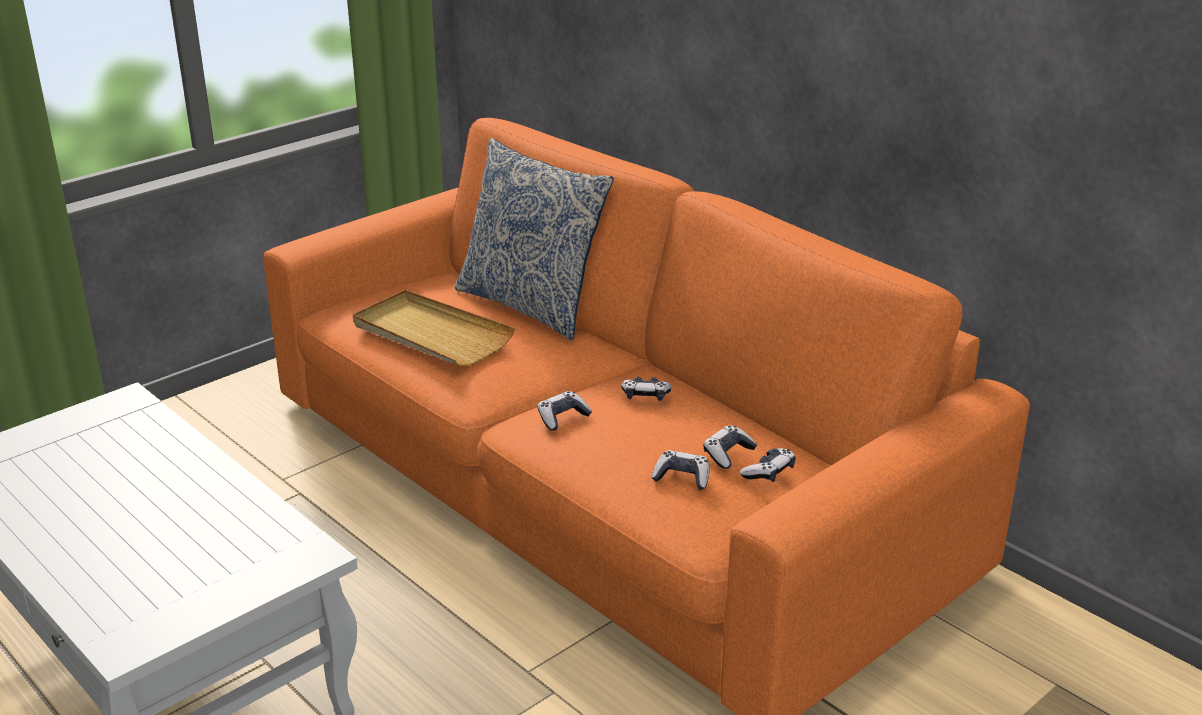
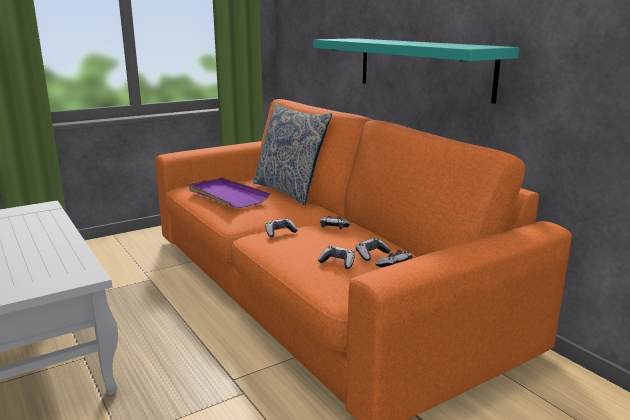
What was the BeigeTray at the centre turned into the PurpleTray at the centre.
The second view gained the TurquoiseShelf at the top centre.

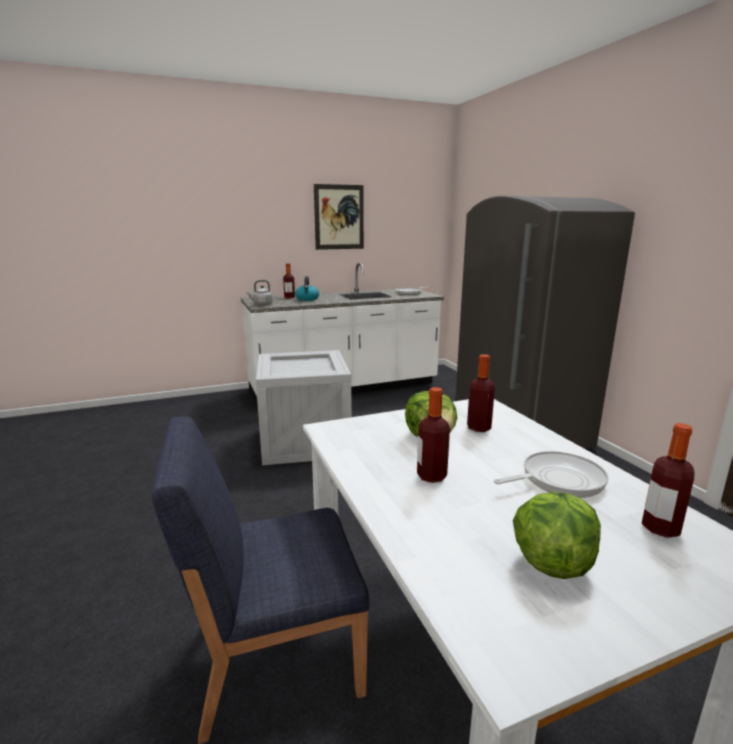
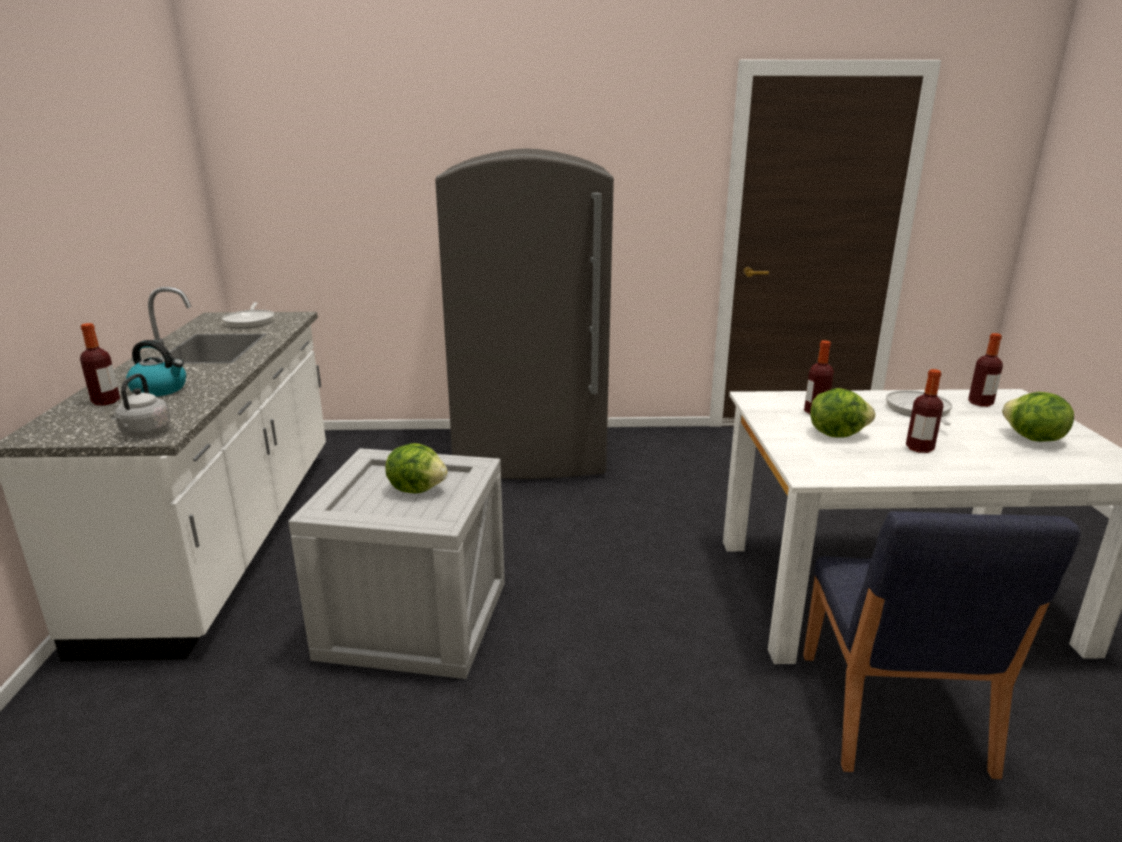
The second view lost the Picture at the top centre.
The second view gained the Lettuce (no. 1 from left) at the centre.

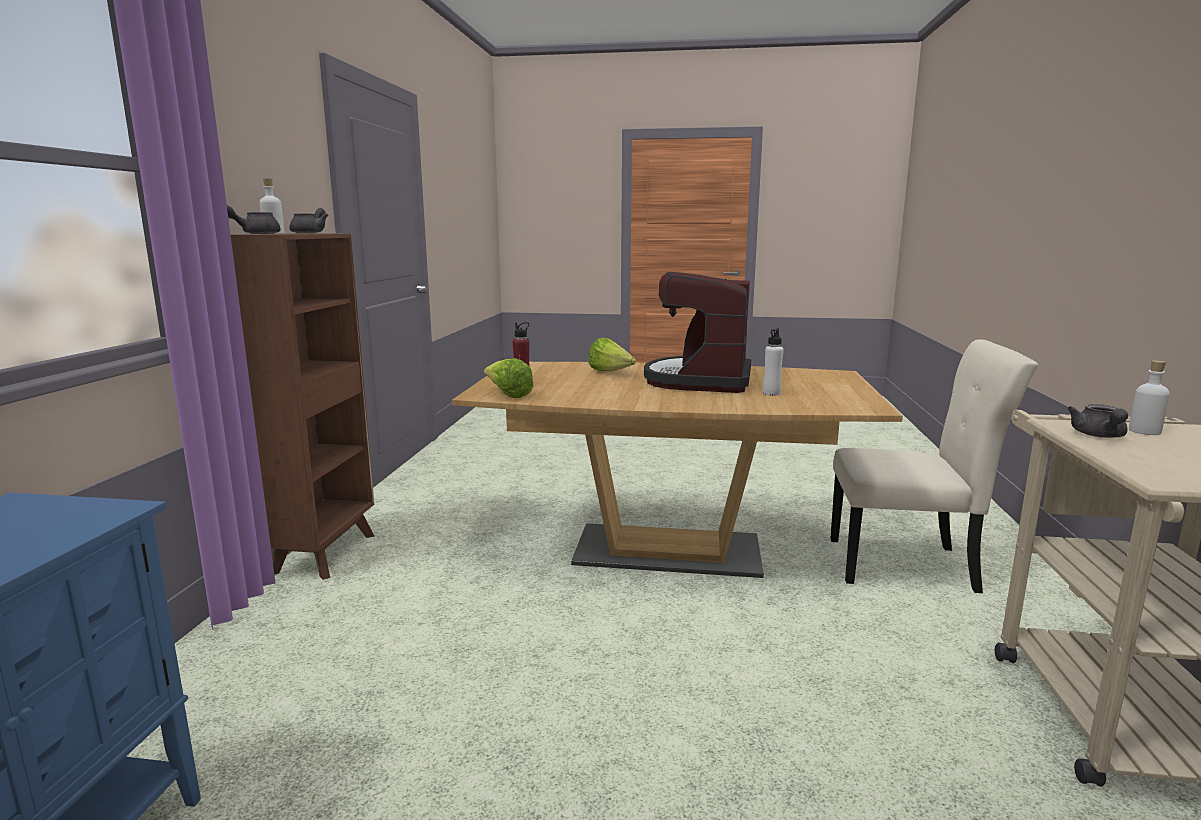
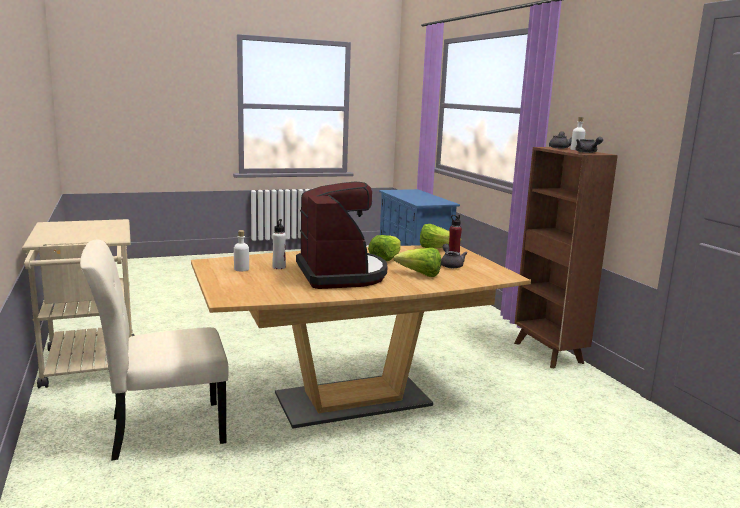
The GreyTeapot (no. 3 from left in the first image) ended up elsewhere, having gone from the middle right to the centre.
The WhiteBottle (no. 3 from left in the first image) ended up elsewhere, having gone from the middle right to the middle left.
The second view gained the Lettuce (no. 1 from left) at the centre.

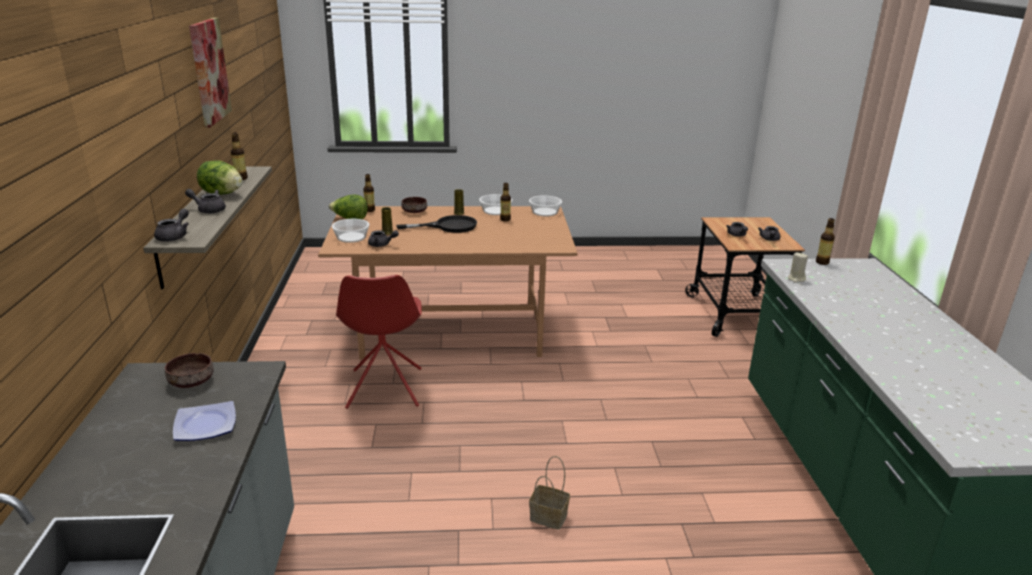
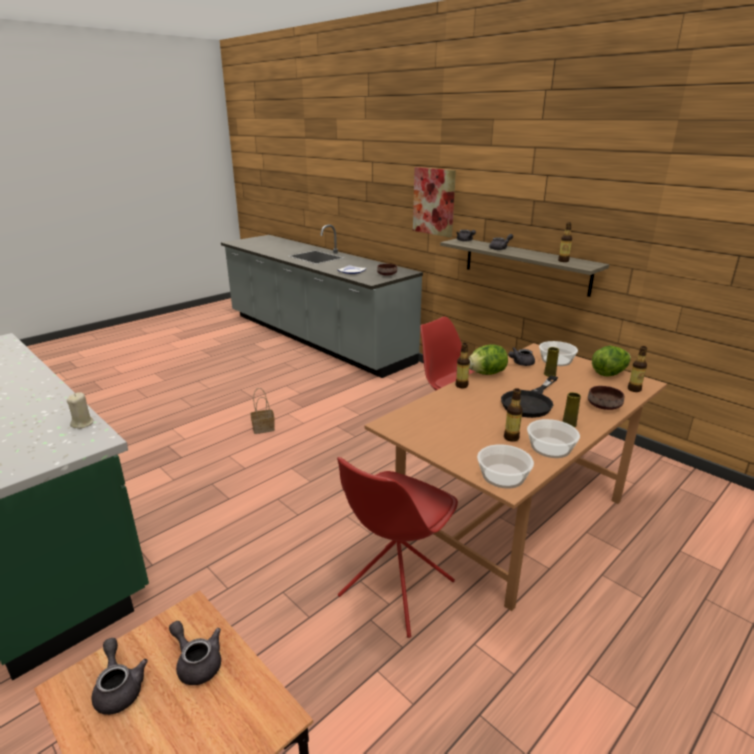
The Picture ended up elsewhere, having gone from the top left to the top centre.
The Lettuce (no. 1 from left) ended up elsewhere, having gone from the top left to the centre.
The Bottle (no. 4 from left in the first image) ended up elsewhere, having gone from the middle right to the centre.
The second view gained the RedChair (no. 1 from left) at the bottom centre.

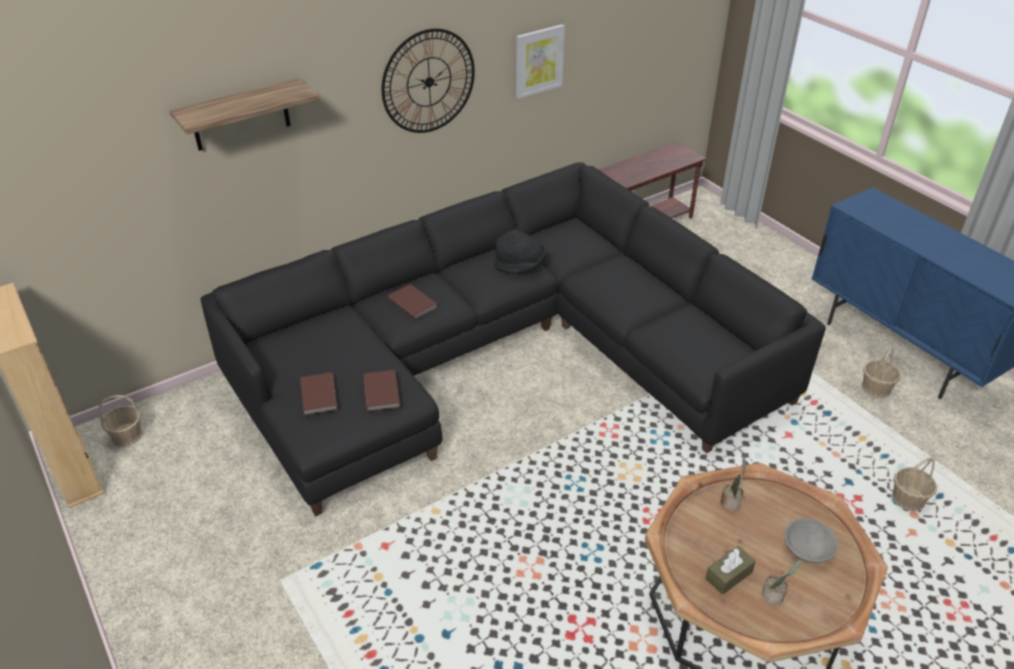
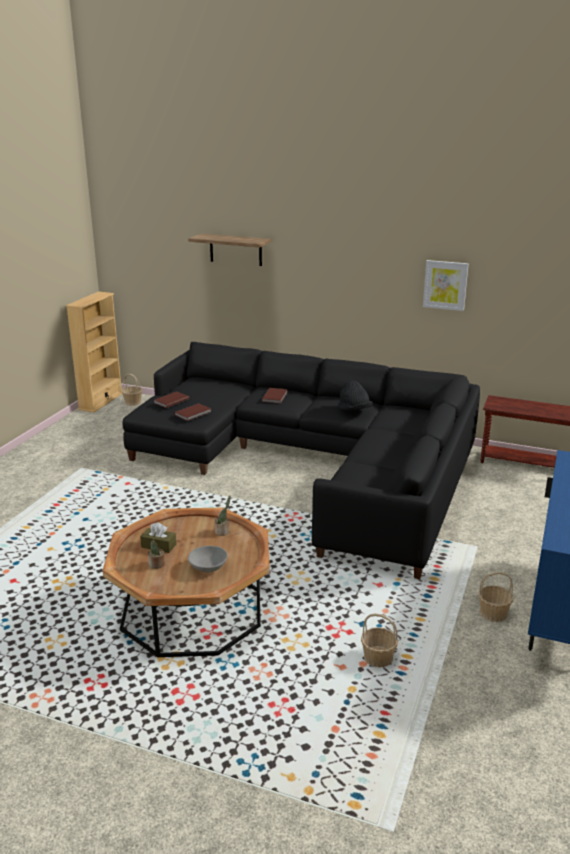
The second view lost the WallClock at the top centre.

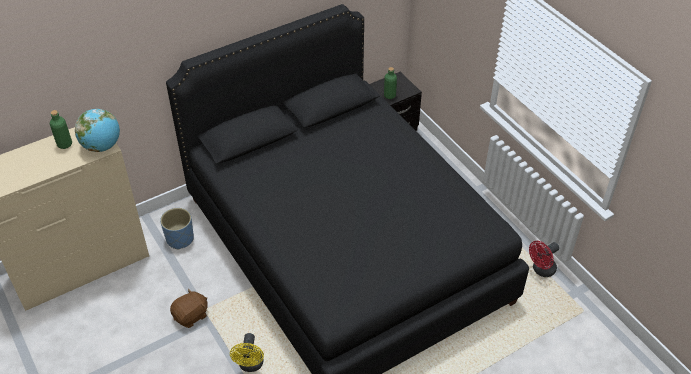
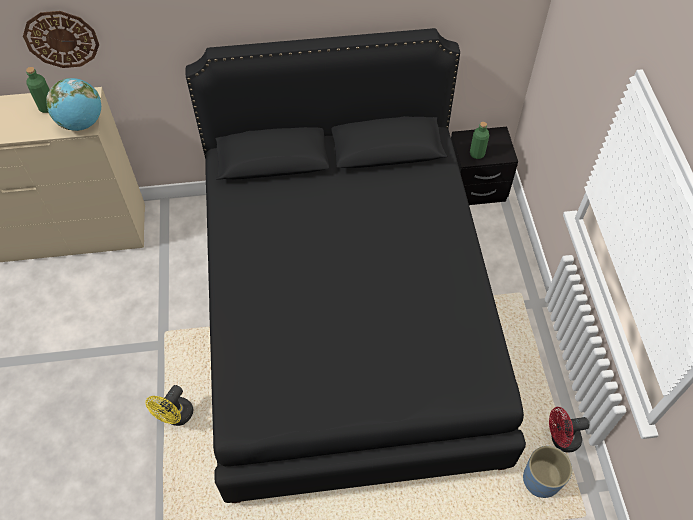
The BluePlanter ended up elsewhere, having gone from the middle left to the bottom right.
The second view lost the BrownPlushToy at the bottom left.
The second view gained the WallClock at the top left.

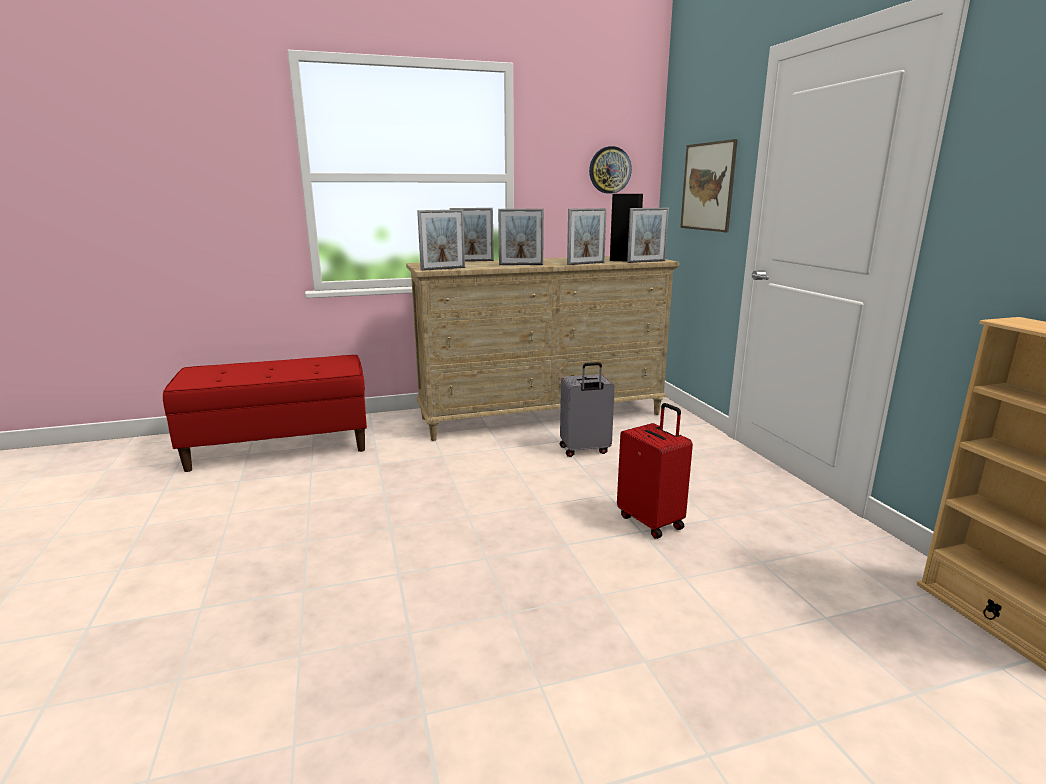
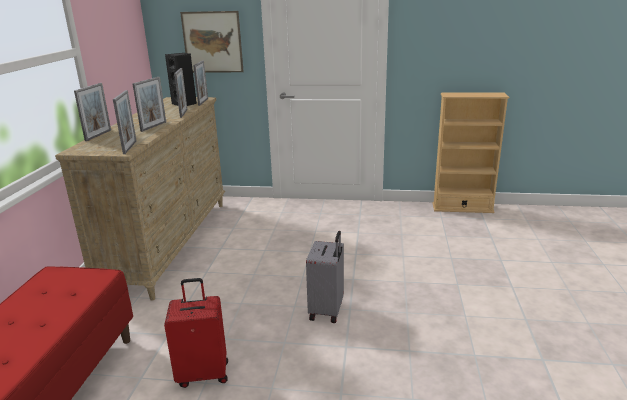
The GreySuitcase ended up elsewhere, having gone from the centre to the bottom centre.
The second view lost the WallClock at the top centre.
The RedSuitcase ended up elsewhere, having gone from the centre to the bottom left.

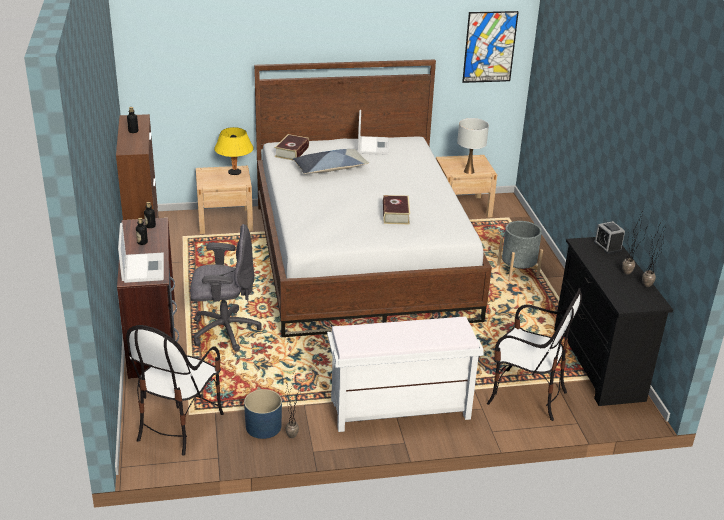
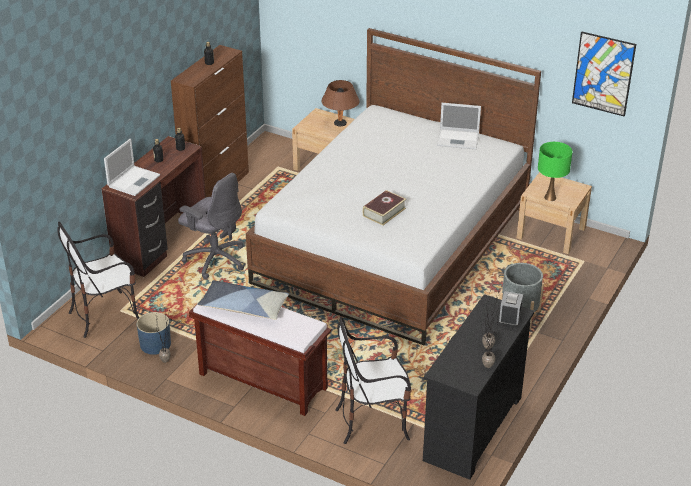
What was the YellowTableLamp at the top left turned into the BrownTableLamp at the top centre.
The second view lost the Book (no. 1 from left) at the top centre.
The Pillow ended up elsewhere, having gone from the top centre to the centre.
What was the WhiteBench at the bottom centre turned into the BrownBench at the bottom centre.
The Laptop (no. 2 from left) at the top centre ended up facing another way, 60 degrees clockwise from before.
What was the WhiteTableLamp at the top centre turned into the GreenTableLamp at the middle right.
The Chair (no. 2 from left) at the bottom right ended up facing another way, 105 degrees clockwise from before.

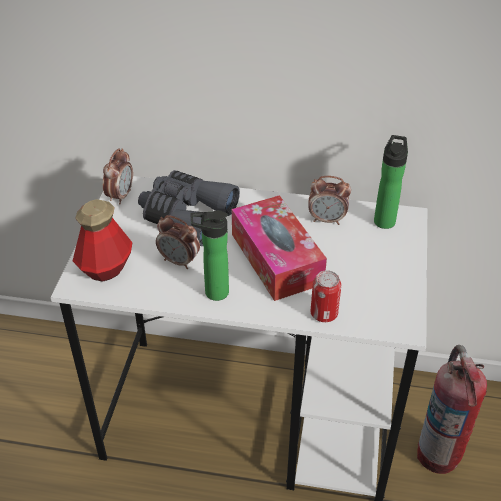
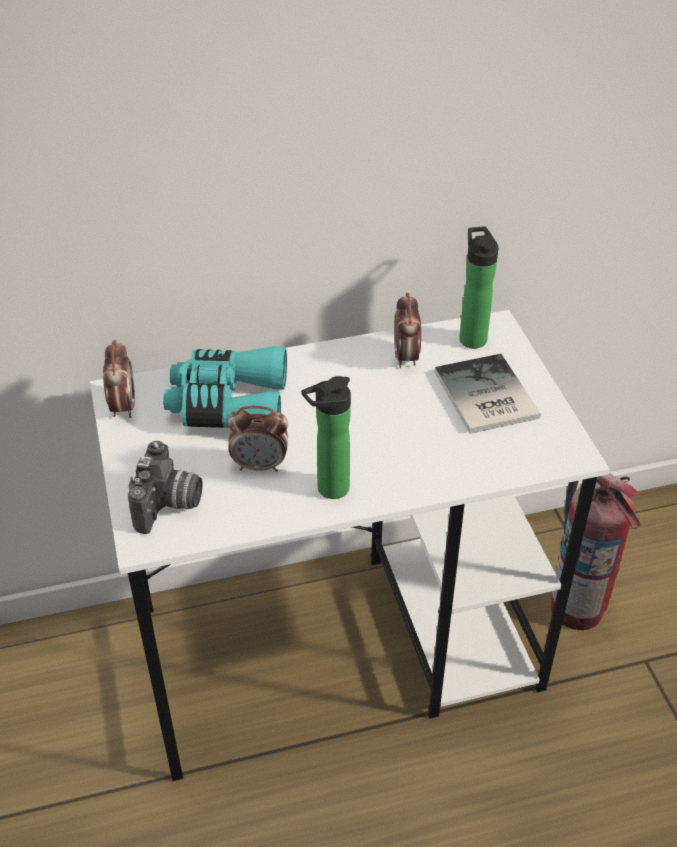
Where the Bottle (no. 1 from left) stood at the middle left, the PhotoCamera came to stand at the middle left.
What was the GreyBinoculars at the centre turned into the TurquoiseBinoculars at the middle left.
The second view lost the TissueBox at the centre.
The AlarmClock (no. 3 from left) at the centre ended up facing another way, 105 degrees clockwise from before.
The second view lost the Can at the centre.
The second view gained the Book at the middle right.

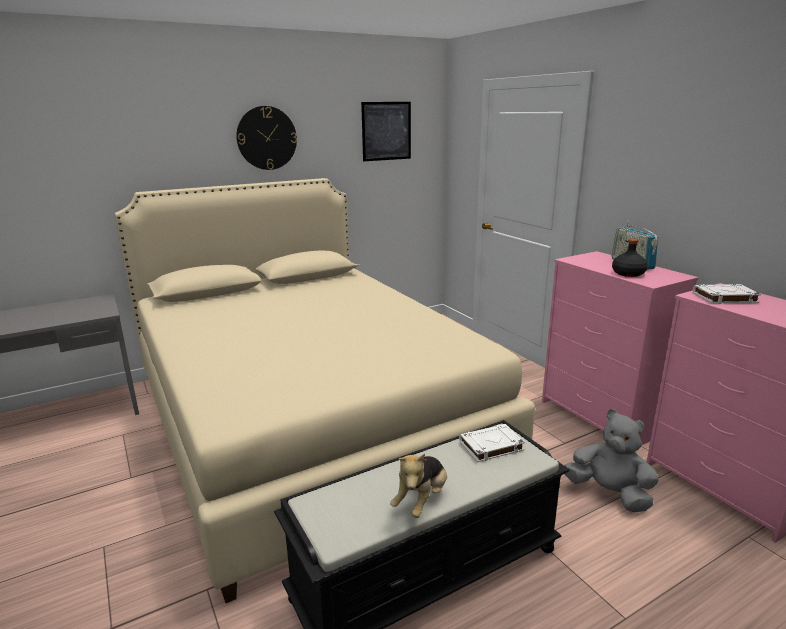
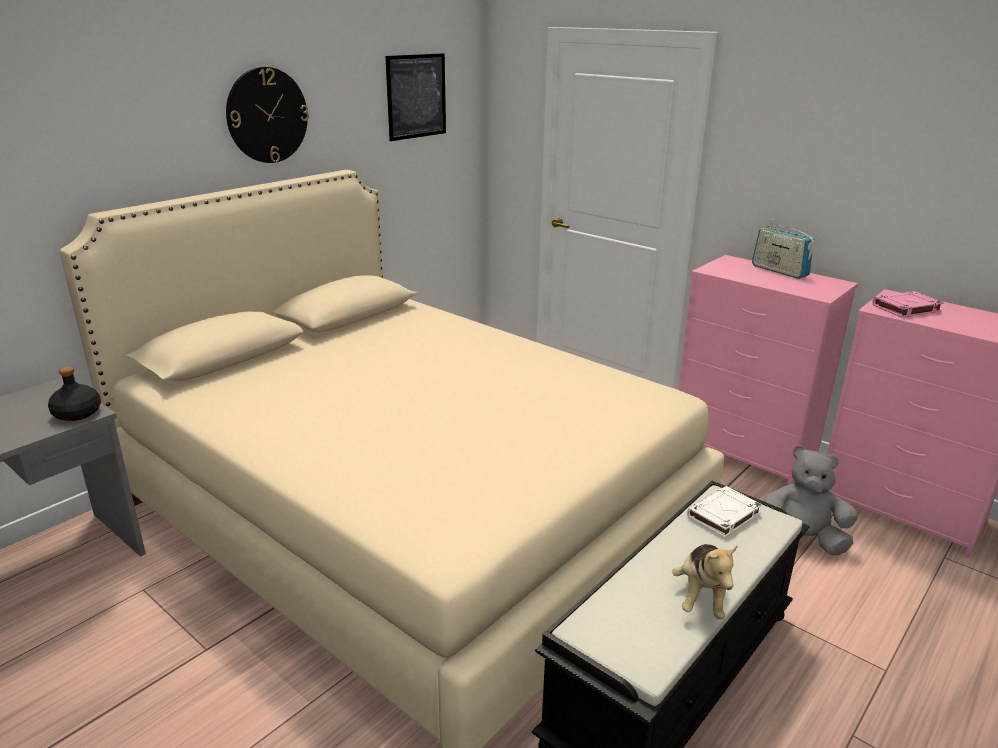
The BlackBottle ended up elsewhere, having gone from the middle right to the middle left.
What was the WhiteBook (no. 2 from left) at the middle right turned into the PinkBook at the middle right.

